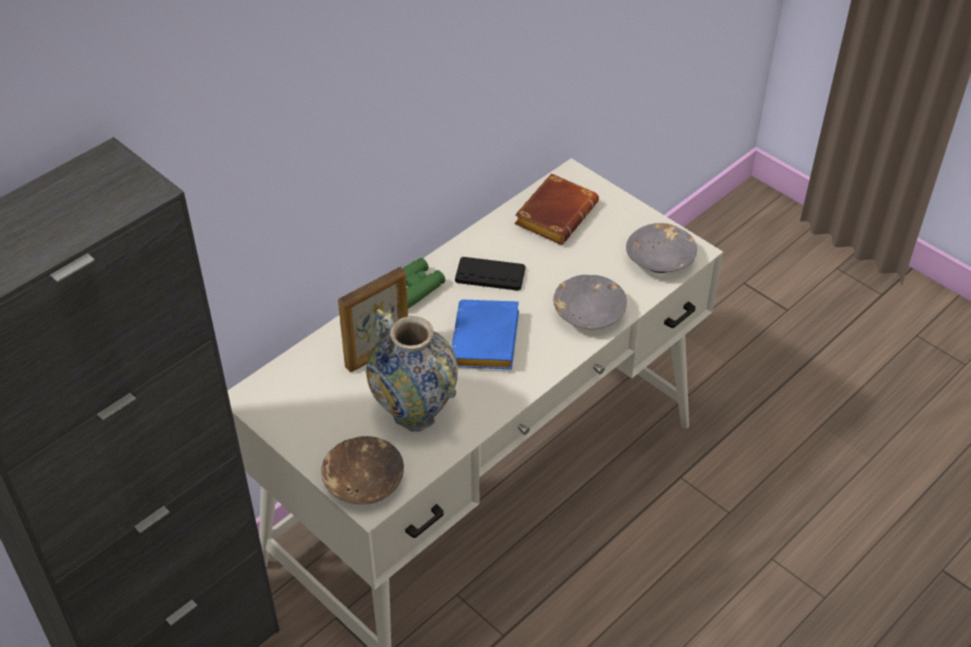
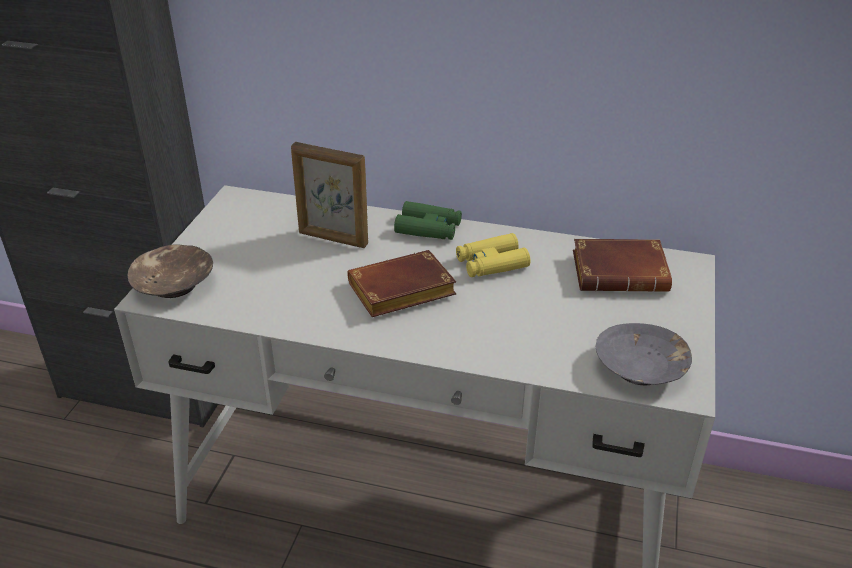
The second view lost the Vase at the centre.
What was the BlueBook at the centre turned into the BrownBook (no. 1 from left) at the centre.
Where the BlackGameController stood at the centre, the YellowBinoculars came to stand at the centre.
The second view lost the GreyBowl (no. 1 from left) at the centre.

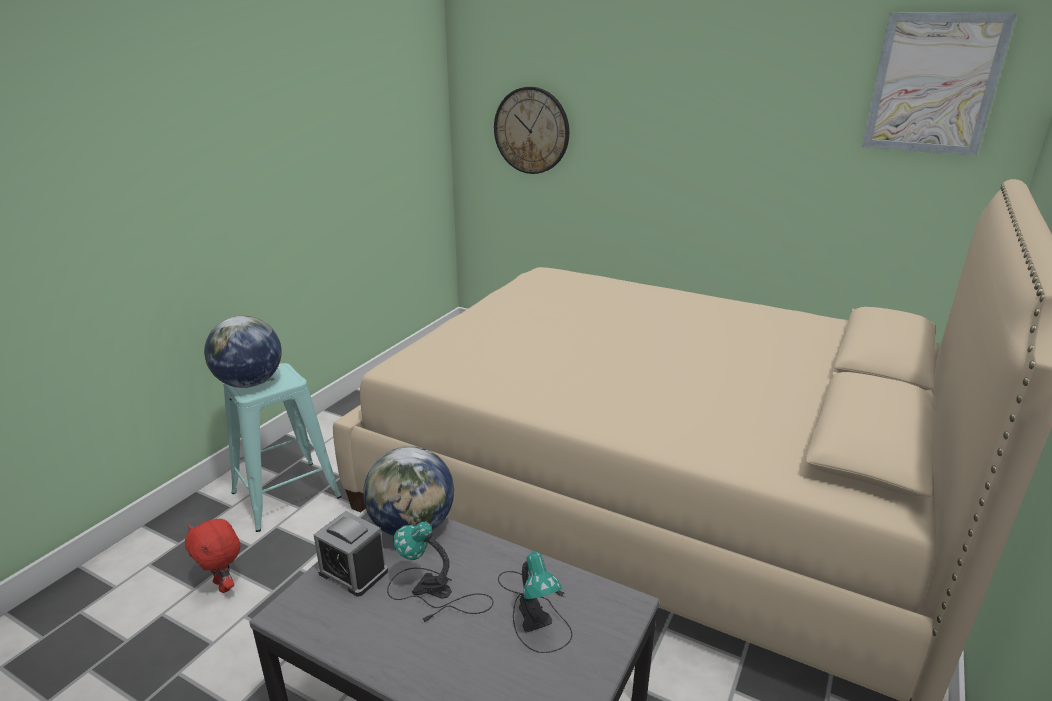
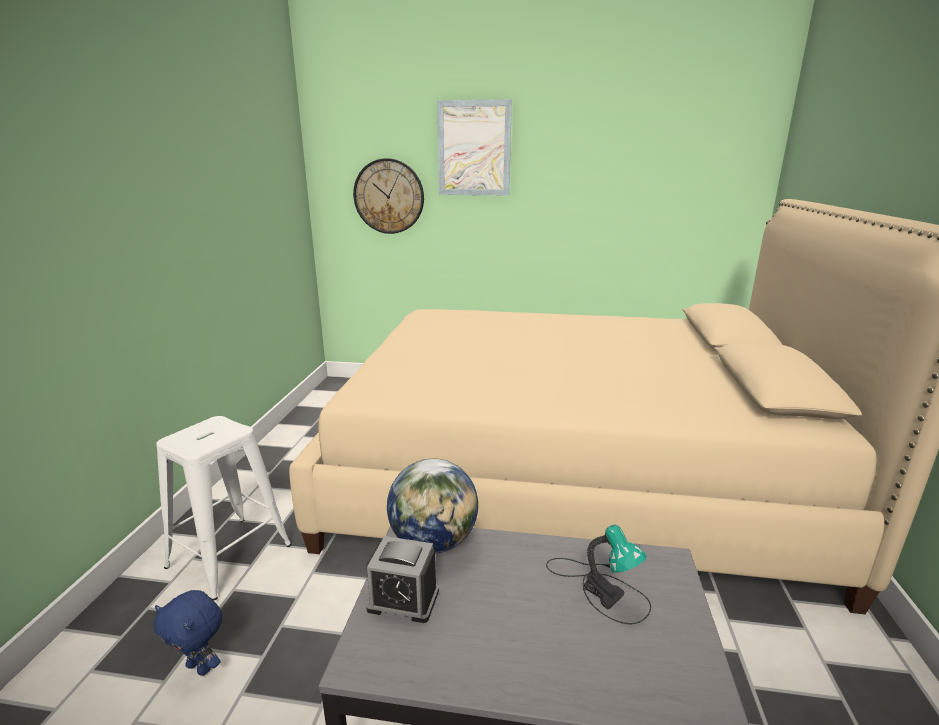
What was the RedPlushToy at the bottom left turned into the BluePlushToy at the bottom left.
The second view lost the Globe (no. 1 from left) at the middle left.
What was the TurquoiseStool at the middle left turned into the WhiteStool at the bottom left.
The second view lost the TableLamp (no. 1 from left) at the bottom centre.
The Picture ended up elsewhere, having gone from the top right to the top centre.

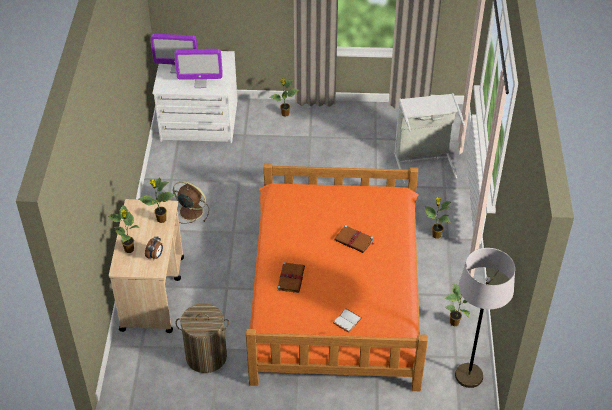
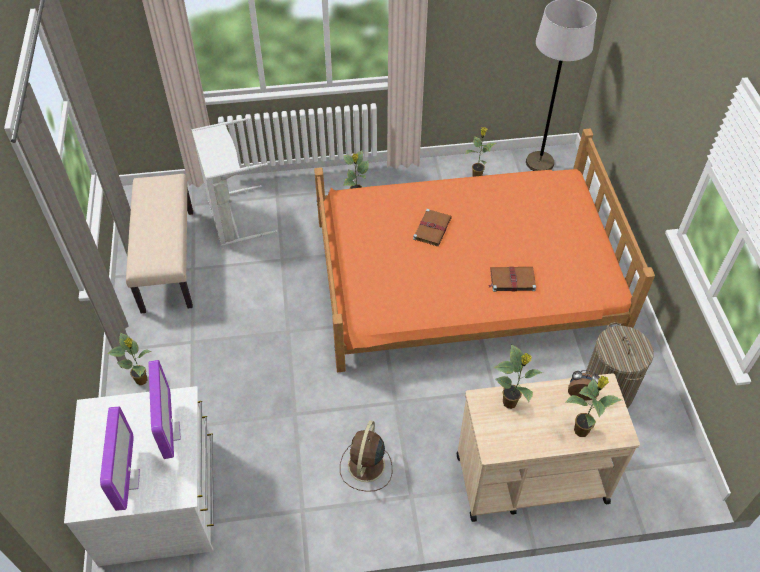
The second view lost the WhiteBook at the bottom centre.
The second view gained the BeigeBench at the middle left.

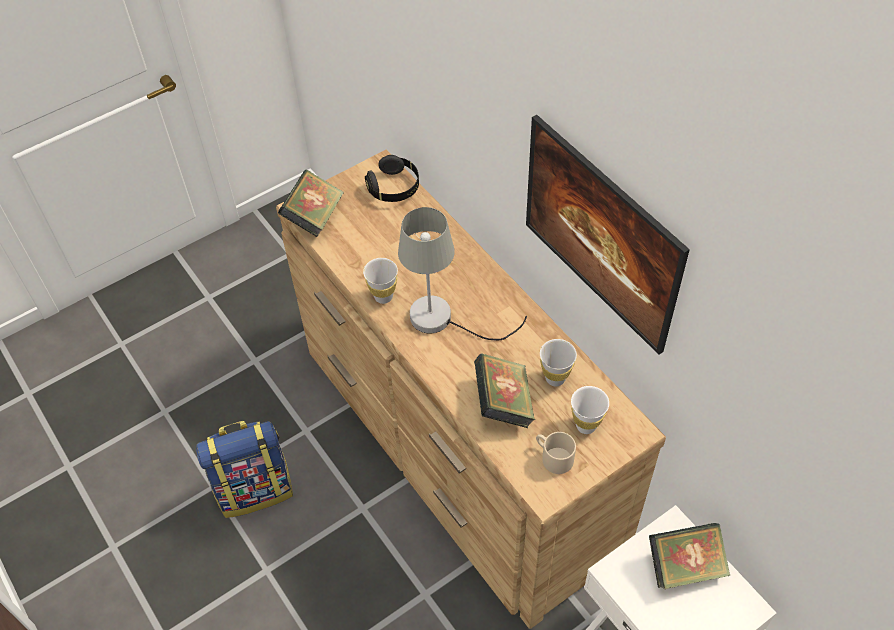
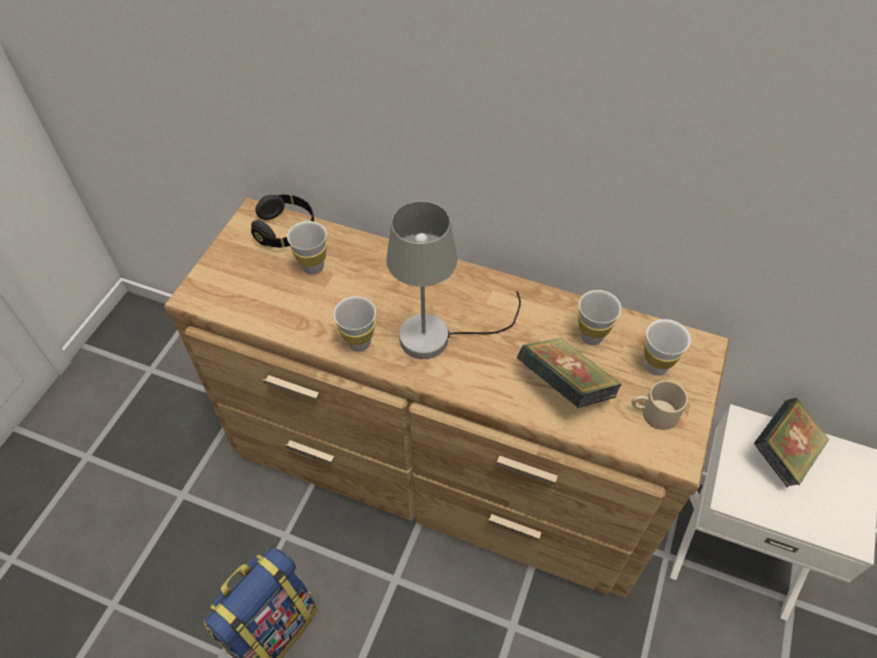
The second view lost the Book (no. 1 from left) at the top centre.
The second view lost the Picture at the middle right.
The second view gained the WhiteCup (no. 1 from left) at the centre.

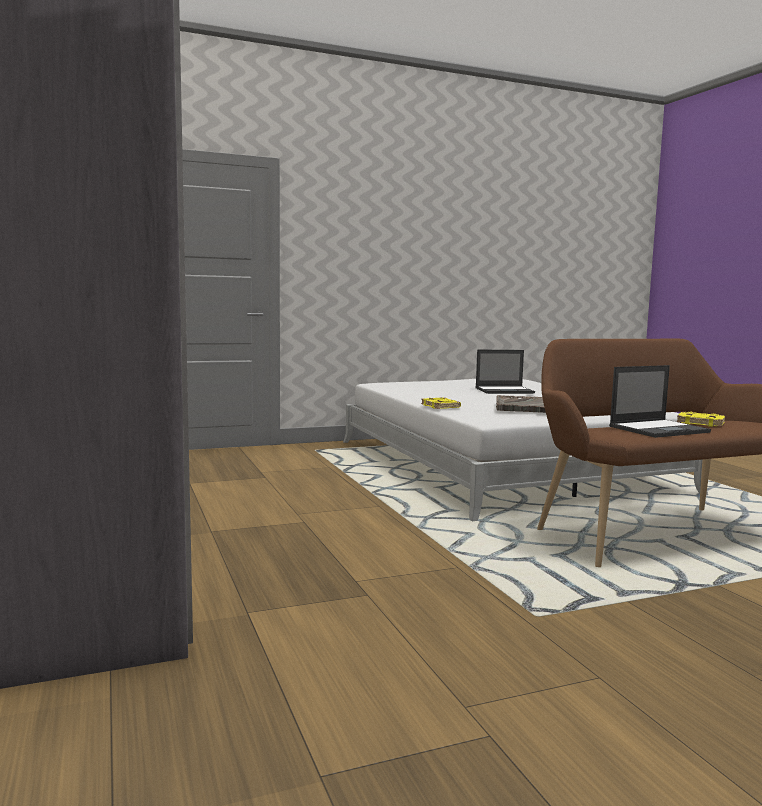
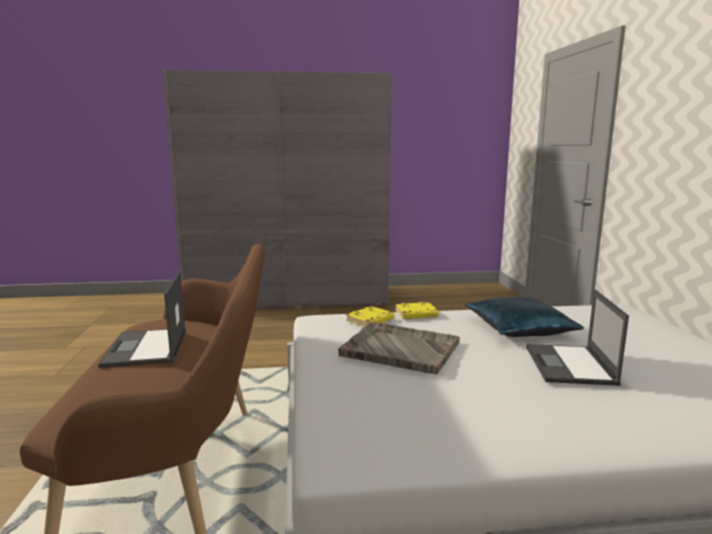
The YellowBook (no. 2 from left in the first image) ended up elsewhere, having gone from the middle right to the centre.
The second view gained the BluePillow at the middle right.

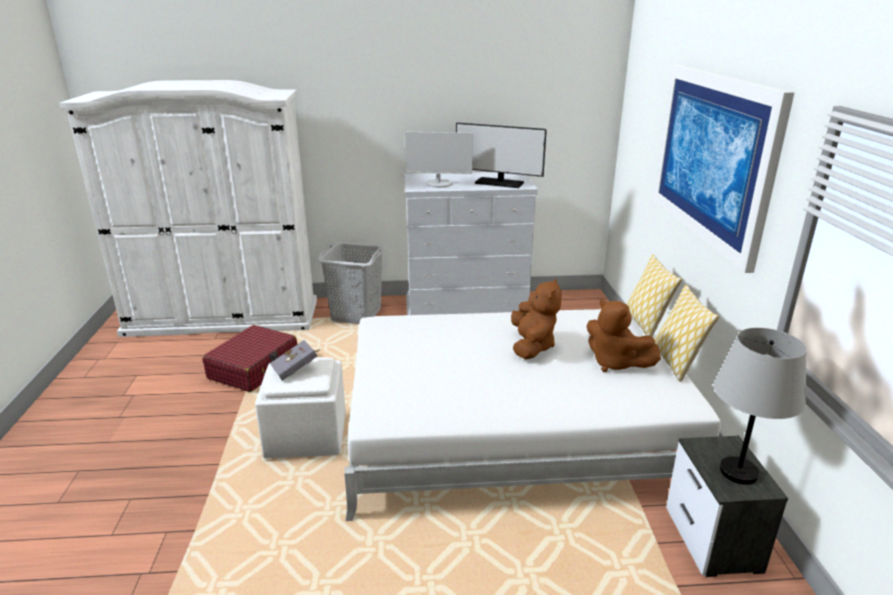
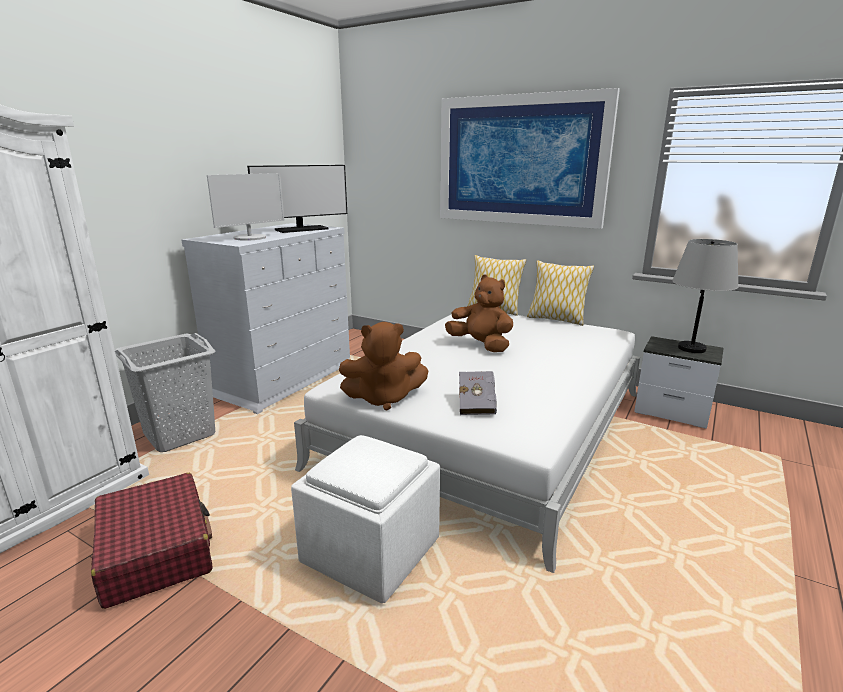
The GreyBook ended up elsewhere, having gone from the middle left to the centre.
The BrownPlushToy (no. 2 from left in the first image) ended up elsewhere, having gone from the middle right to the centre.

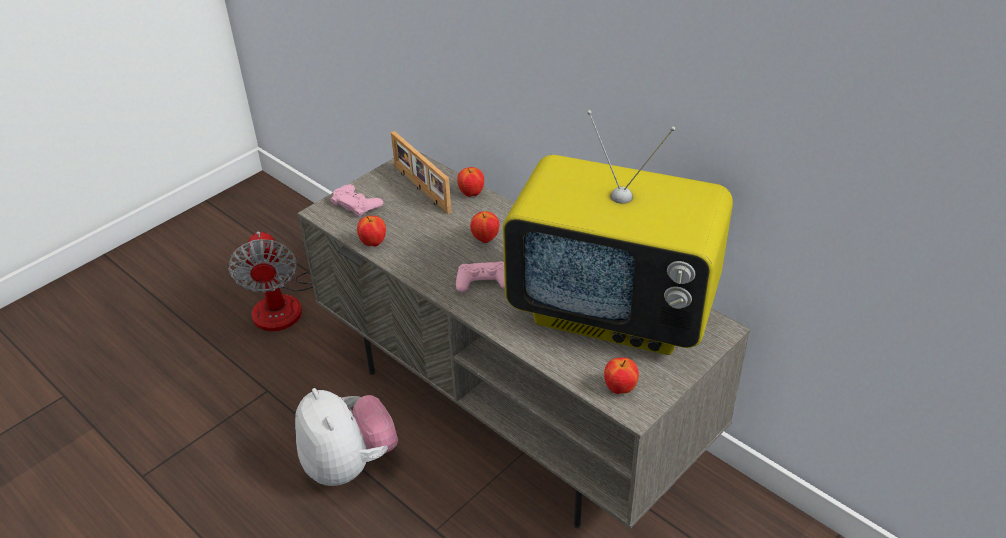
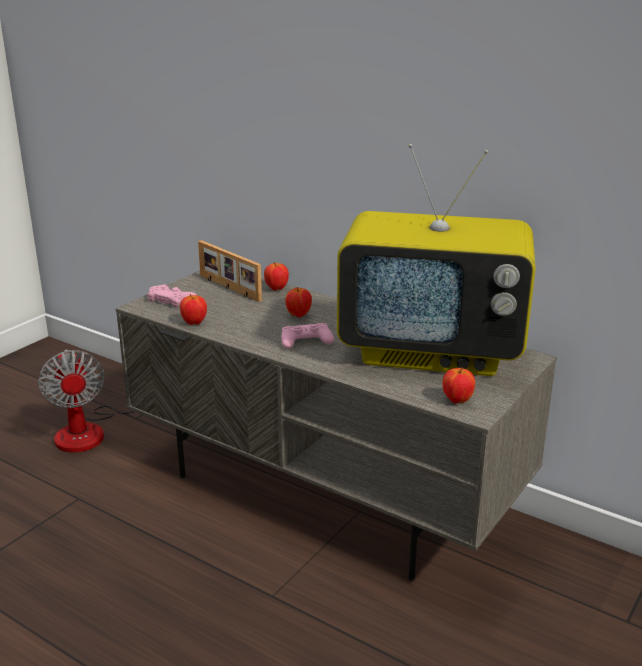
The second view lost the PlushToy at the bottom centre.

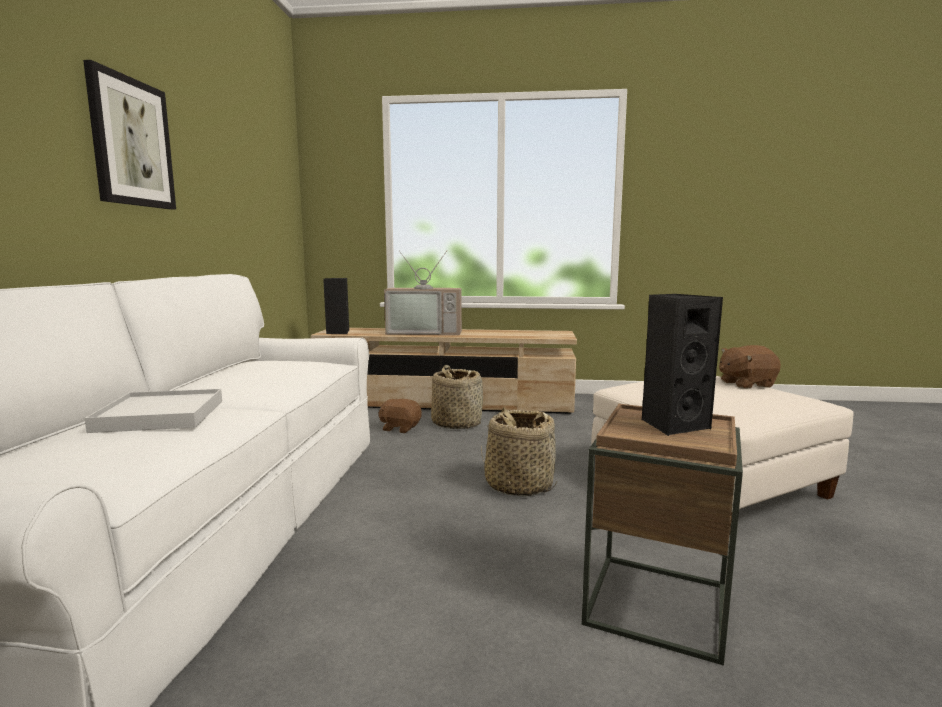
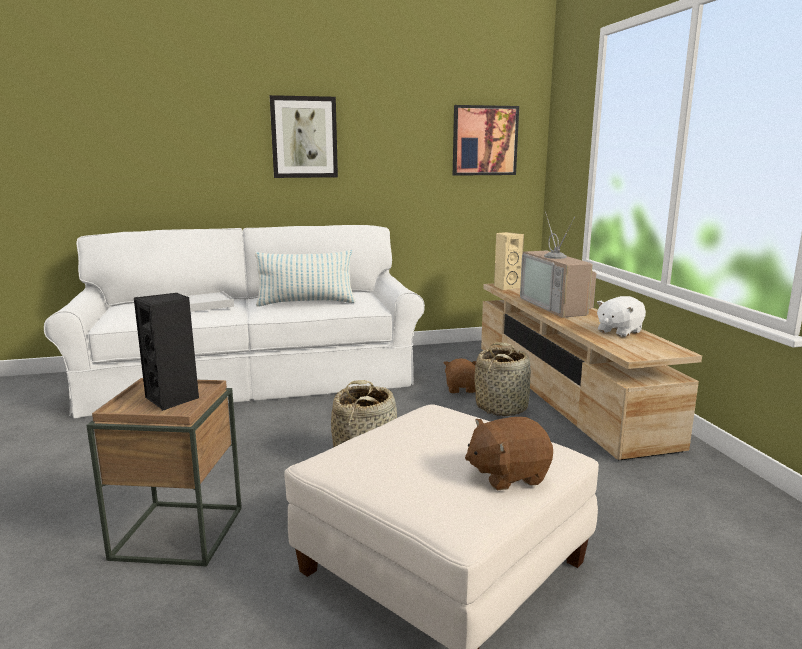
What was the BlackSpeaker (no. 1 from left) at the centre turned into the BeigeSpeaker at the centre.
The BrownPlushToy (no. 2 from left) at the middle right ended up facing another way, 75 degrees counterclockwise from before.
The second view gained the Pillow at the centre.
The second view gained the Picture (no. 2 from left) at the top centre.
The second view gained the WhitePlushToy at the middle right.

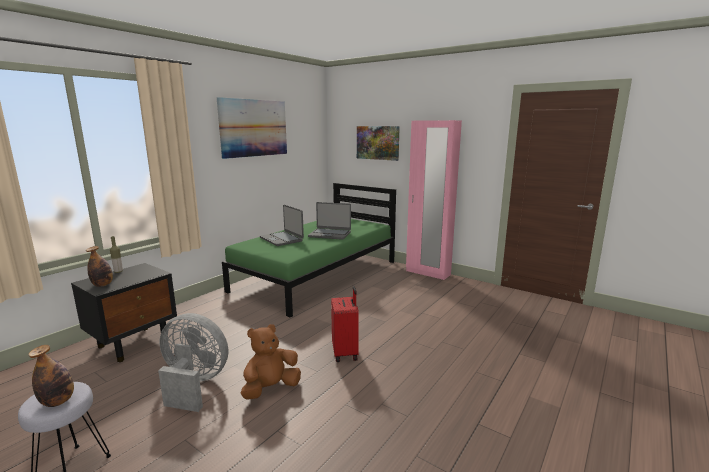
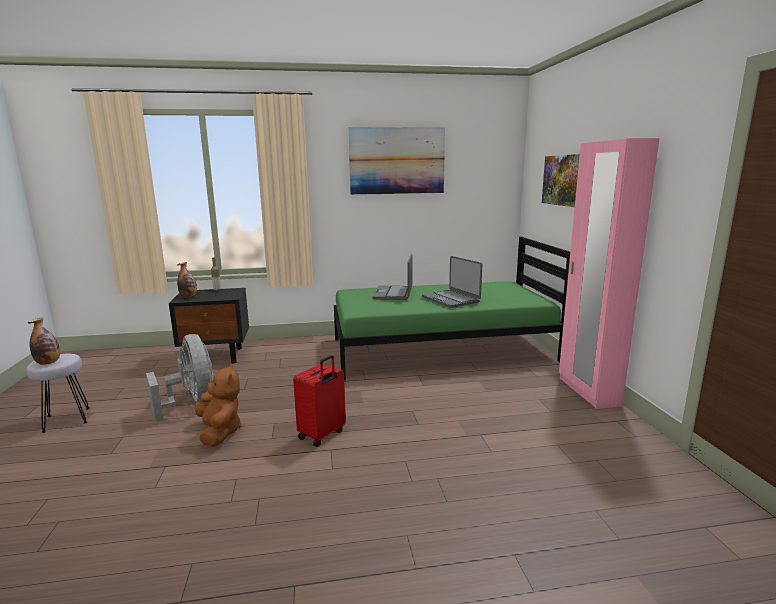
The BrownPlushToy at the bottom centre ended up facing another way, 60 degrees clockwise from before.

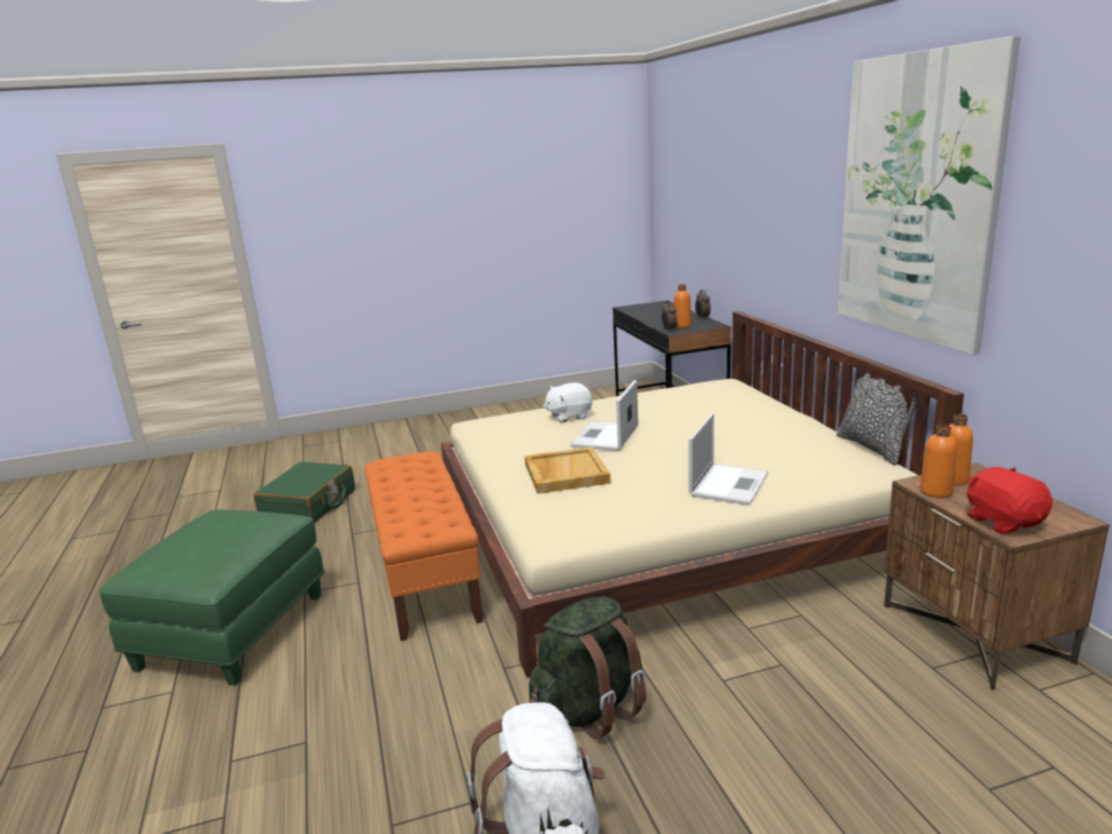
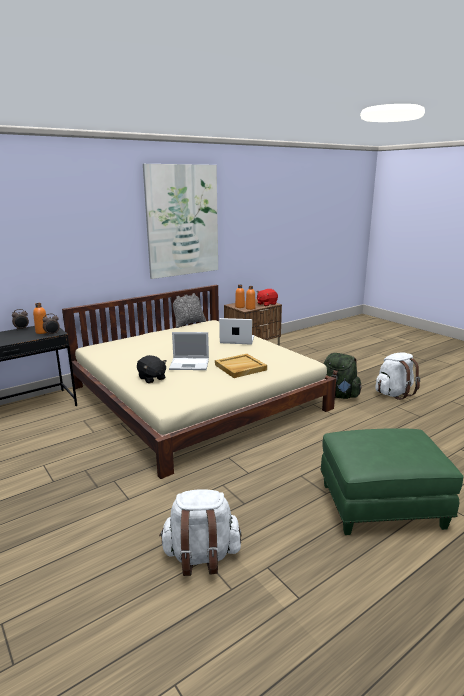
Where the GreenSuitcase stood at the middle left, the WhiteBackpack (no. 1 from left) came to stand at the bottom centre.
The second view lost the OrangeBench at the centre.
What was the WhitePlushToy at the centre turned into the BlackPlushToy at the middle left.

